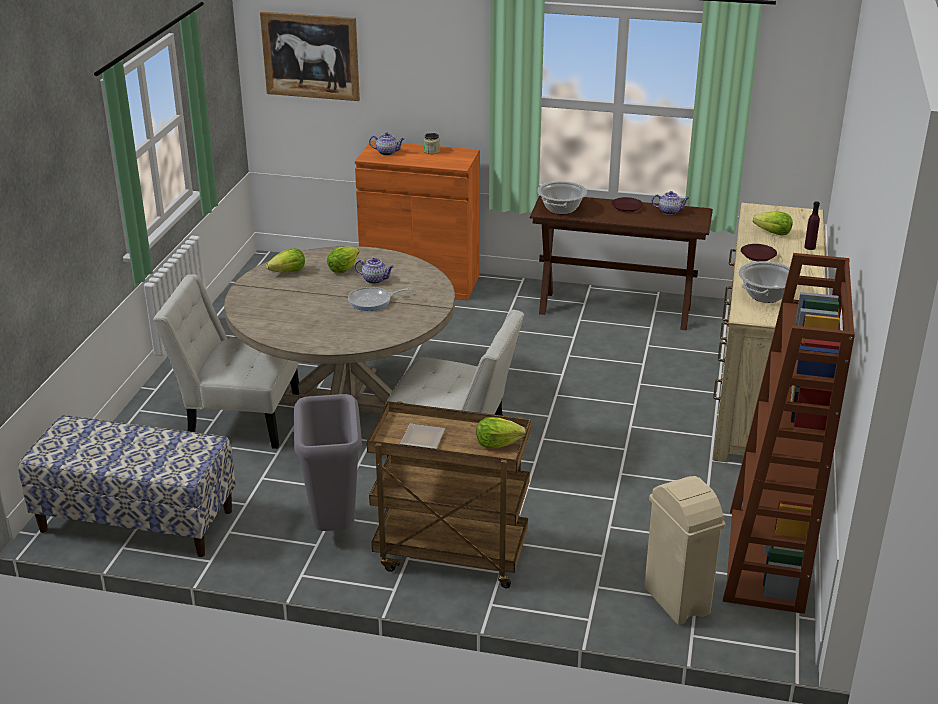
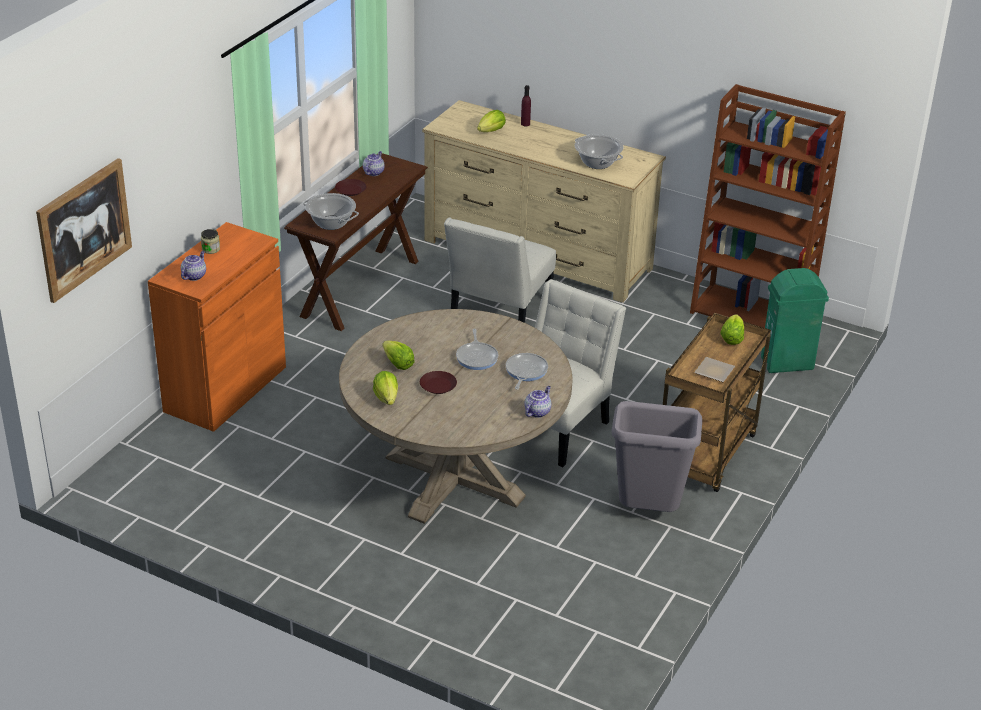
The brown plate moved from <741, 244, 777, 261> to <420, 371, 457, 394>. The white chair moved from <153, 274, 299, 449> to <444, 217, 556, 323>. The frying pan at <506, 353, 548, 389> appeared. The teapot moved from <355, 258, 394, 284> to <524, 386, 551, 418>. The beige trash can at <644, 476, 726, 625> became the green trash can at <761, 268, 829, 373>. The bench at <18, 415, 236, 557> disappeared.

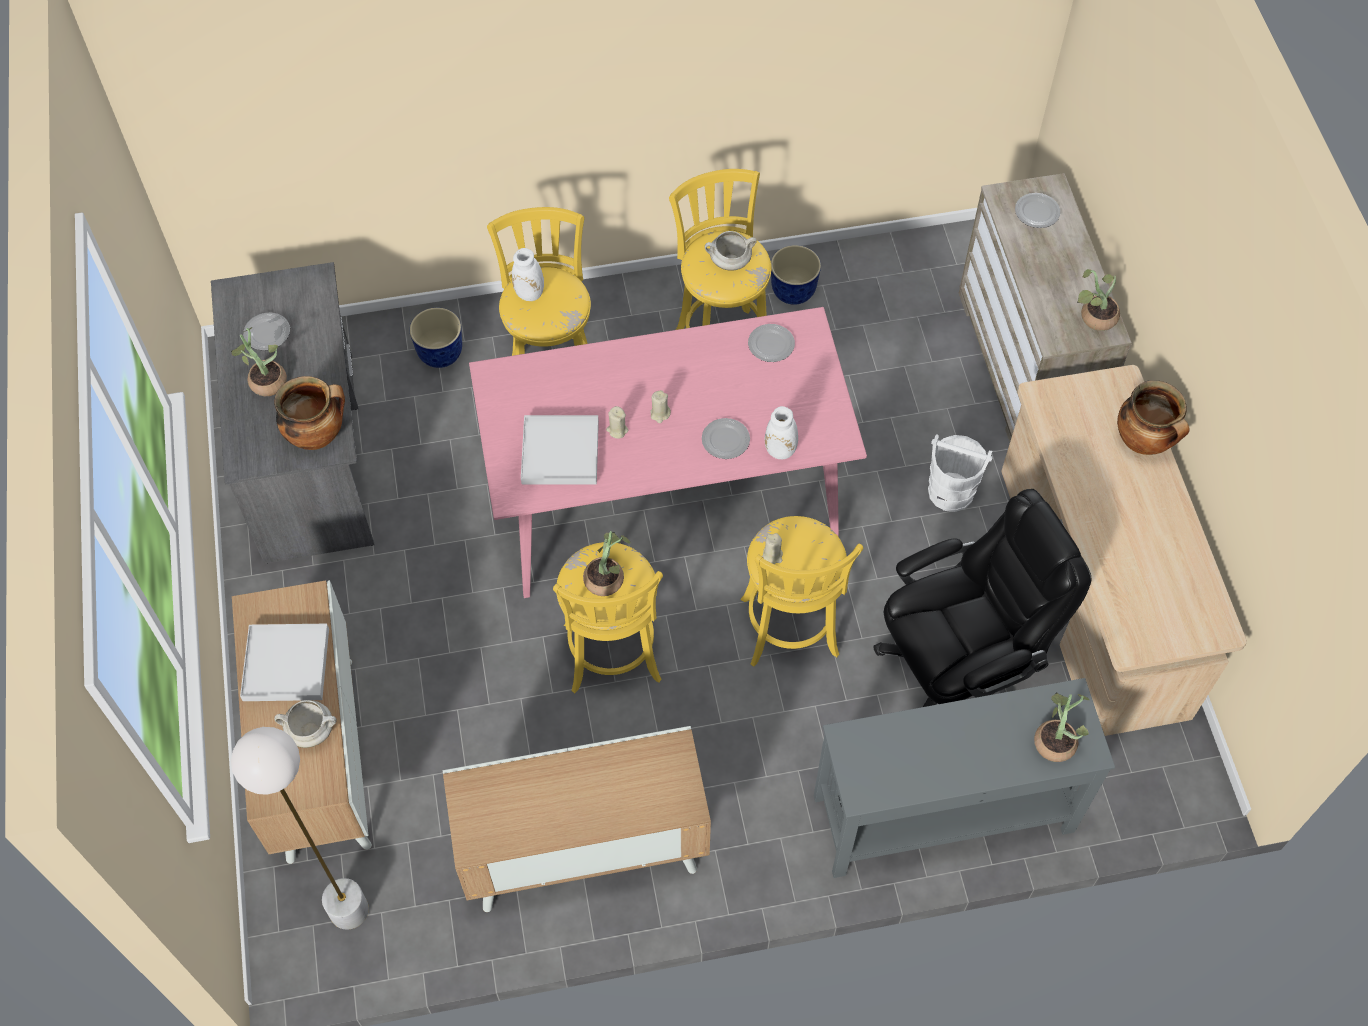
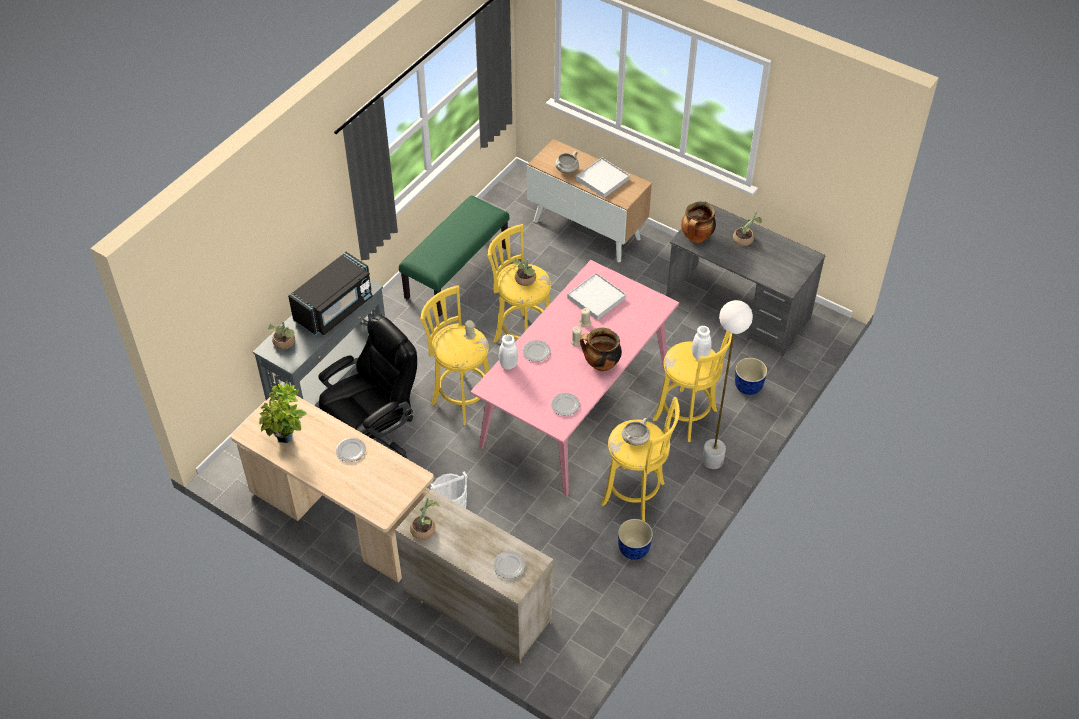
The potted plant at <259, 382, 307, 443> appeared. The black microwave at <288, 252, 373, 335> appeared. The black office chair at <873, 489, 1091, 707> turned 150 degrees counterclockwise. The plate moved from <243, 313, 290, 350> to <336, 438, 366, 462>. The cabinet at <443, 726, 711, 912> was replaced by the green bench at <399, 195, 509, 316>. The cooking pot moved from <1117, 380, 1190, 455> to <580, 328, 622, 371>. The white floor lamp moved from <231, 727, 369, 929> to <702, 300, 753, 469>.

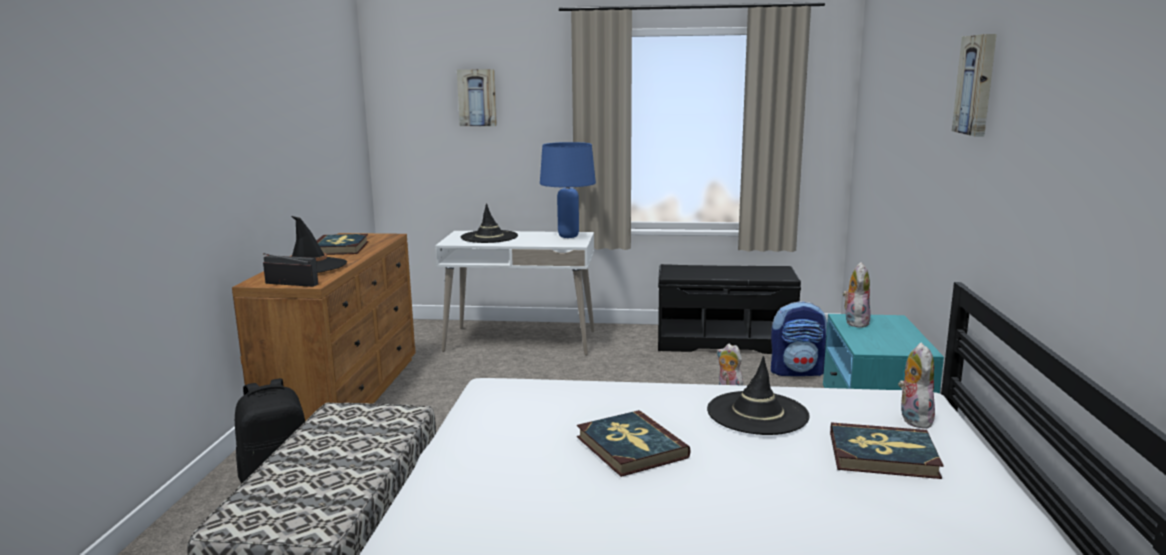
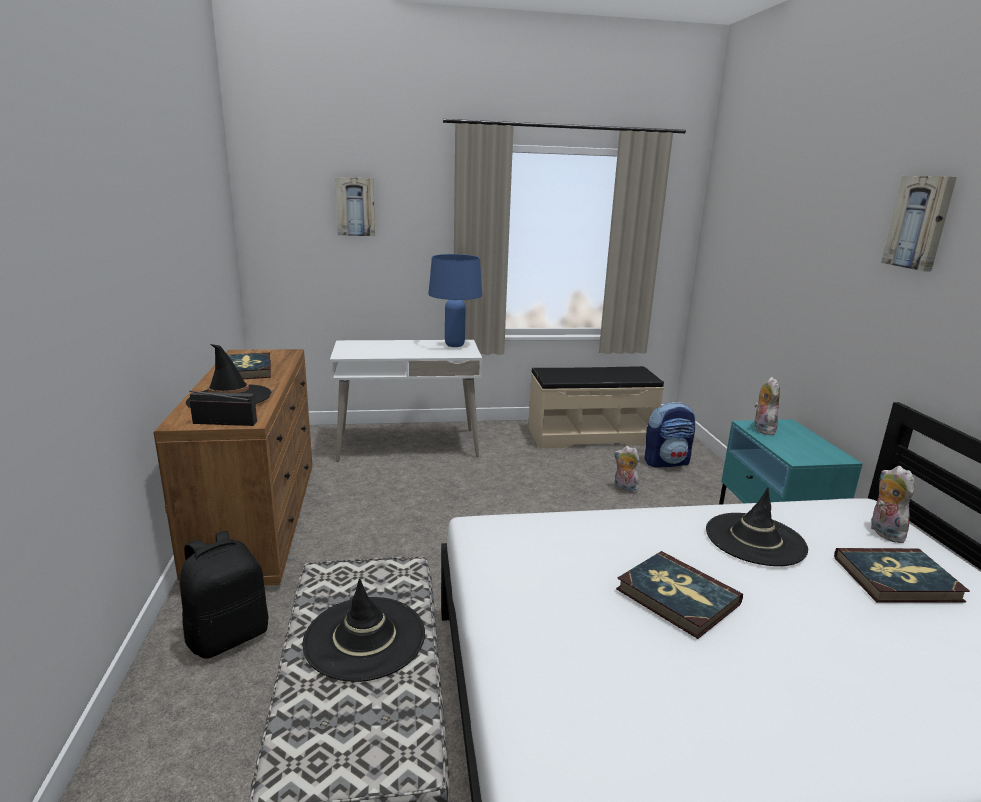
The black hat moved from <461, 203, 518, 243> to <302, 579, 425, 682>. The black bench at <658, 264, 801, 354> became the beige bench at <528, 366, 664, 449>.

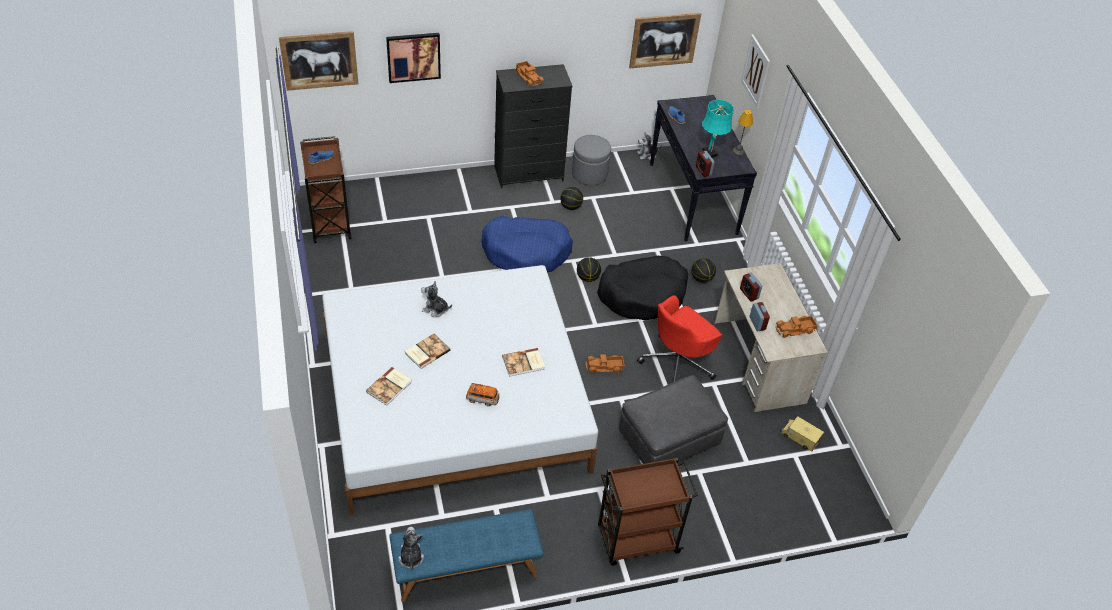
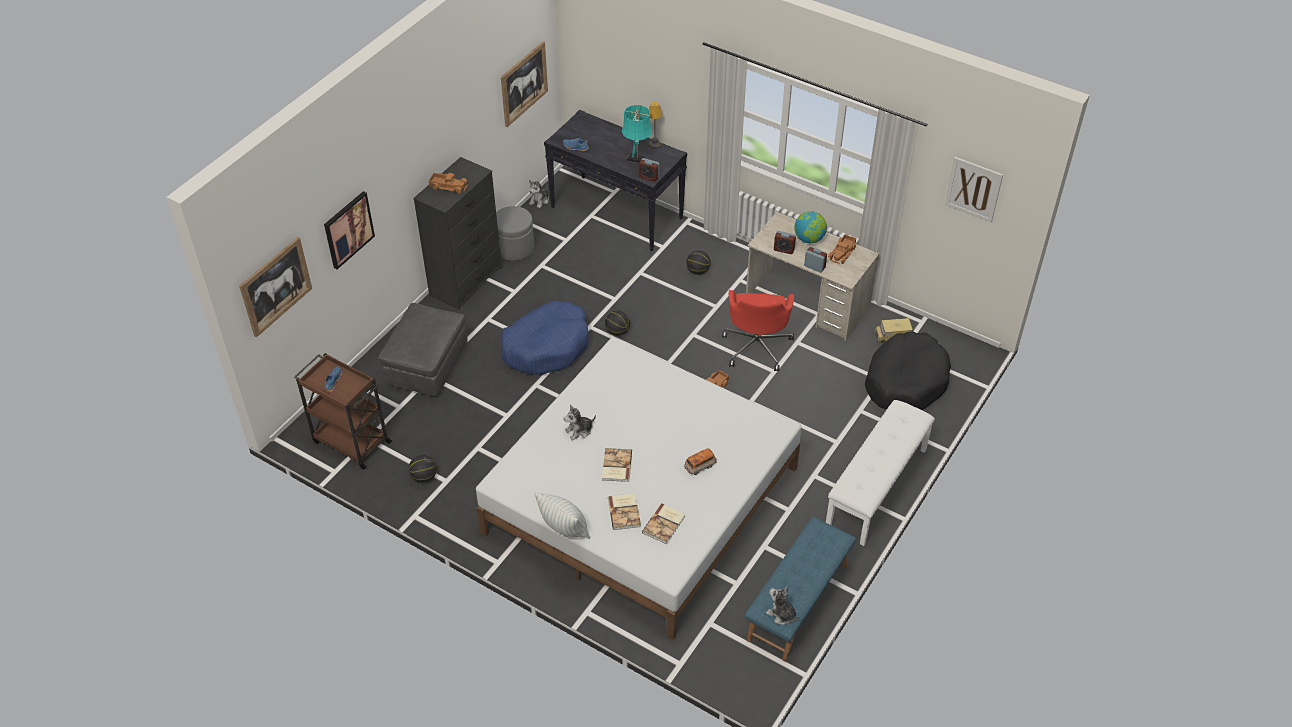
The grey ottoman moved from <619, 375, 728, 464> to <378, 303, 468, 396>. The basketball moved from <560, 187, 583, 210> to <409, 455, 437, 483>. The pillow at <535, 492, 590, 539> appeared. The book moved from <502, 348, 545, 377> to <642, 503, 685, 544>. The globe at <794, 211, 827, 243> appeared. The brown cart at <598, 458, 698, 566> was replaced by the white bench at <826, 400, 935, 546>. The black dog bed moved from <597, 256, 688, 320> to <865, 331, 951, 410>. The picture moved from <741, 35, 770, 108> to <945, 157, 1003, 223>.

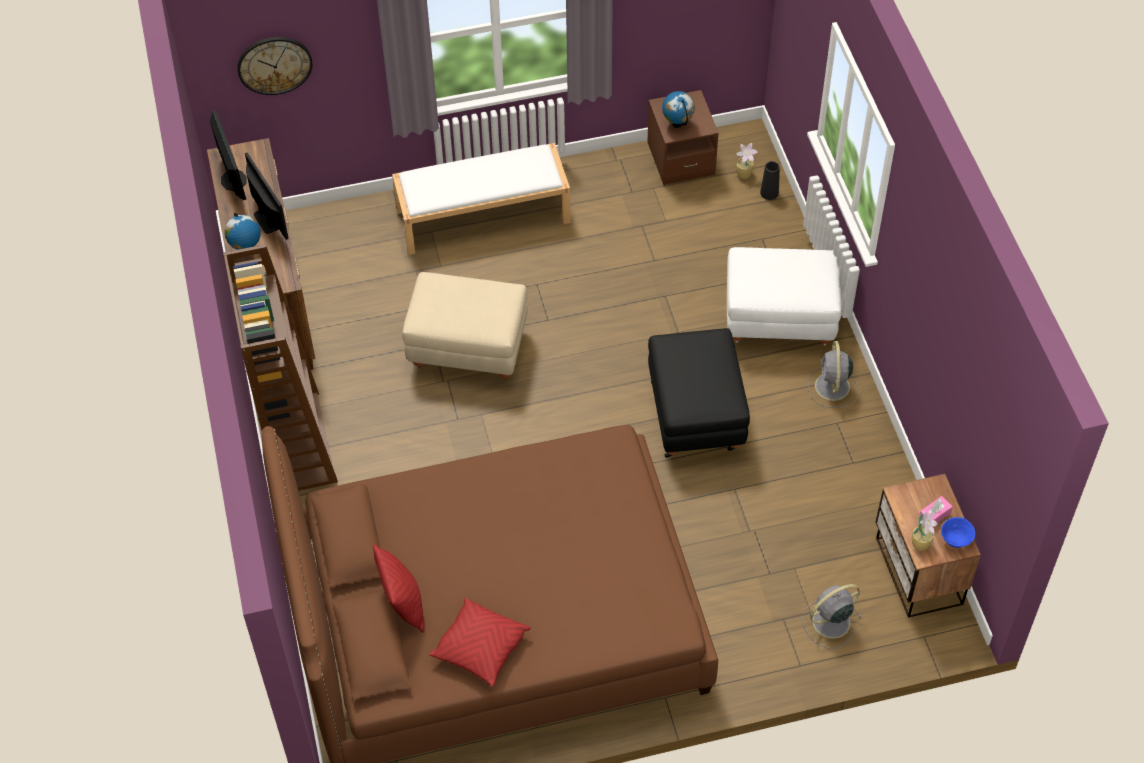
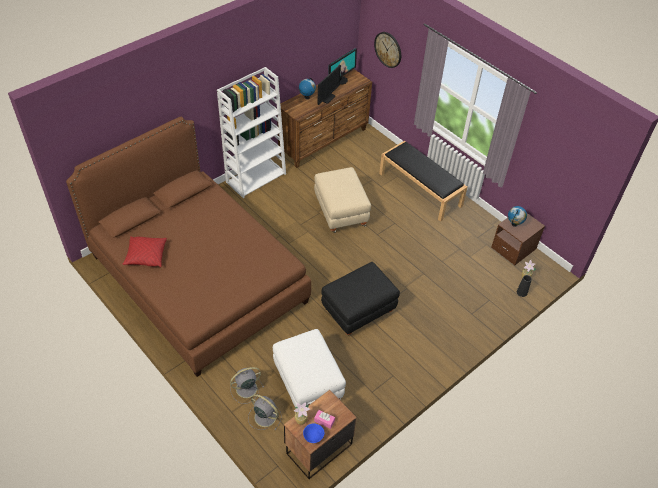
The brown bookcase at <223, 244, 338, 491> became the white bookcase at <217, 67, 286, 198>. The grey fan moved from <808, 341, 859, 408> to <230, 367, 264, 404>. The white ottoman moved from <727, 247, 842, 345> to <273, 329, 346, 407>. The white bench at <392, 143, 571, 255> became the black bench at <379, 141, 467, 222>. The red pillow at <373, 543, 424, 633> disappeared.

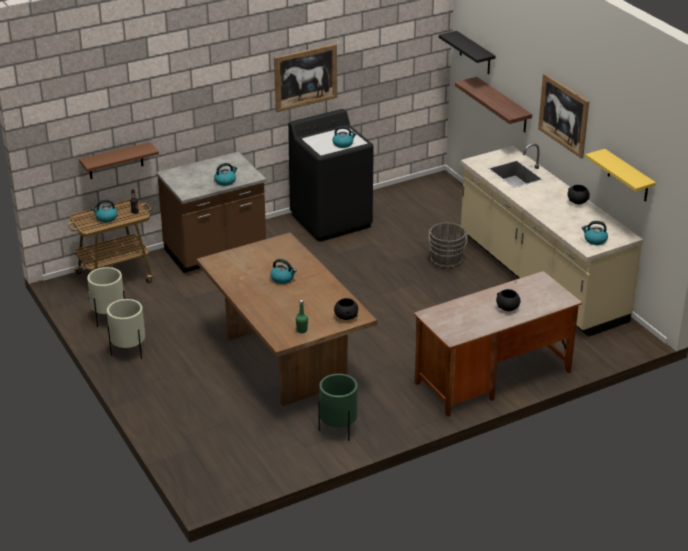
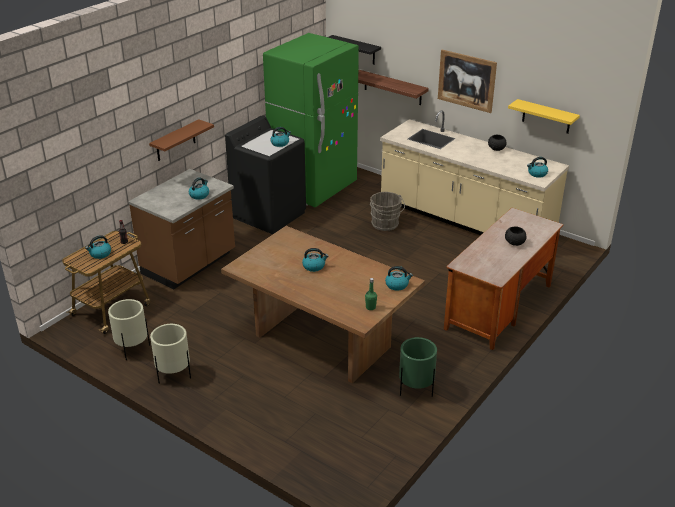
The brown shelf moved from <79, 142, 159, 179> to <149, 119, 214, 161>. The green fridge at <263, 33, 359, 207> appeared. The black bowl at <334, 298, 358, 320> was replaced by the kettle at <385, 266, 413, 291>. The picture at <274, 44, 337, 112> disappeared.

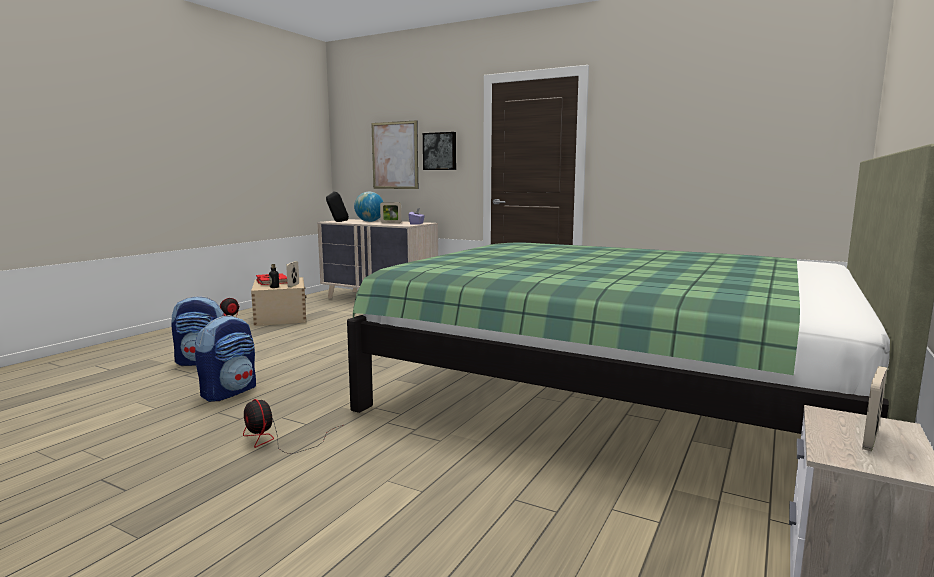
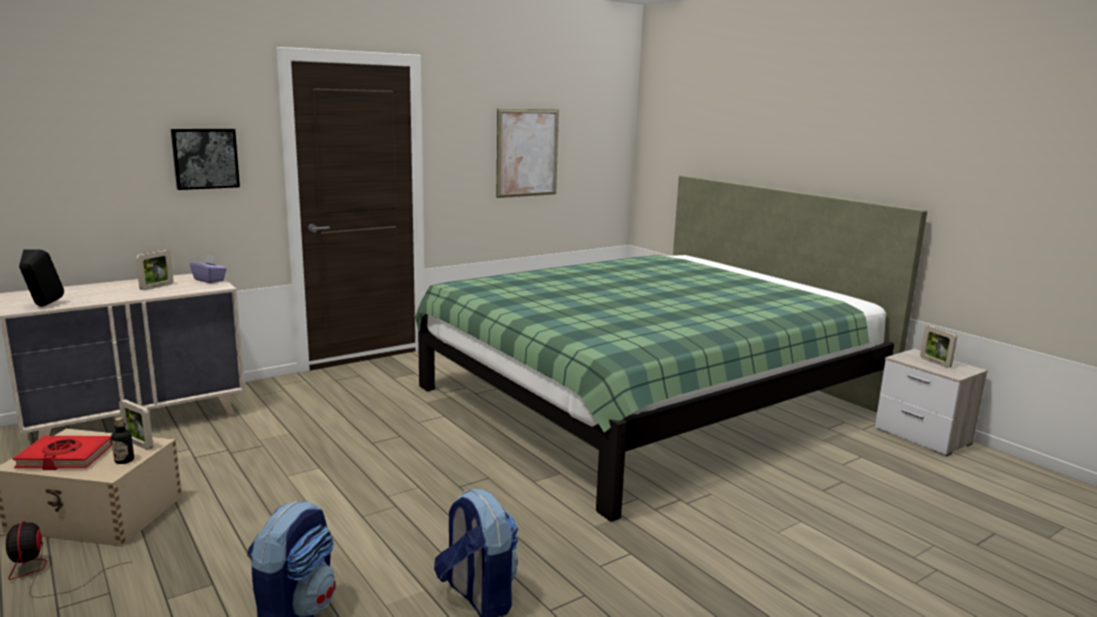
The picture moved from <371, 120, 418, 189> to <496, 109, 559, 198>. The fan at <243, 399, 343, 454> disappeared. The globe at <354, 192, 383, 222> disappeared.

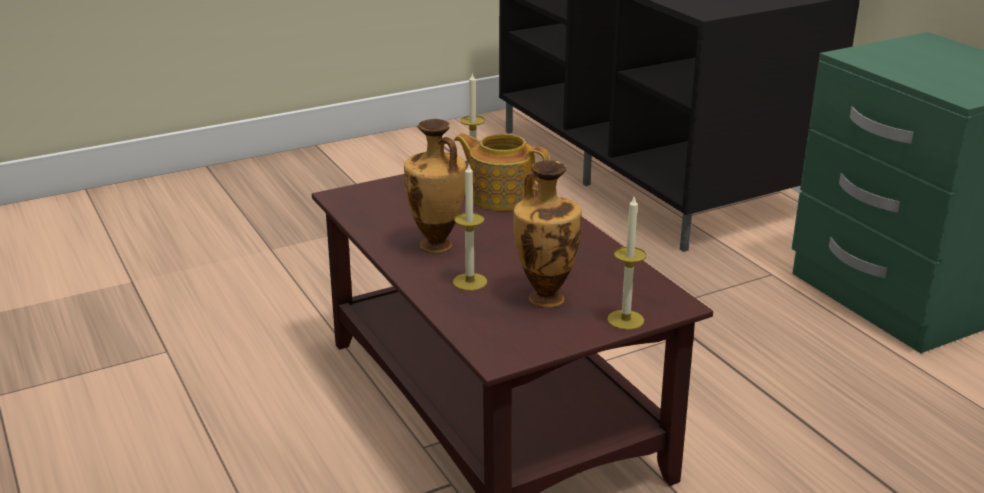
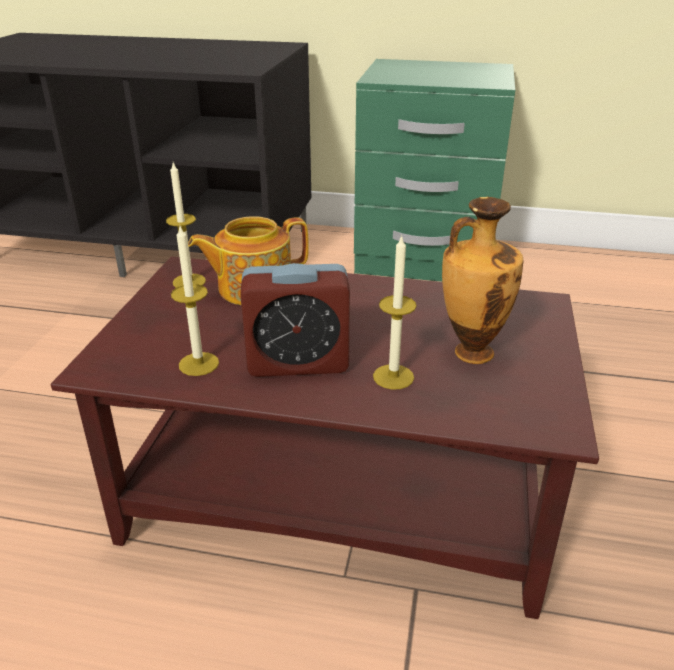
The candle moved from <607, 197, 646, 330> to <171, 226, 219, 376>. The vase at <404, 119, 466, 253> was replaced by the alarm clock at <240, 263, 350, 377>.

